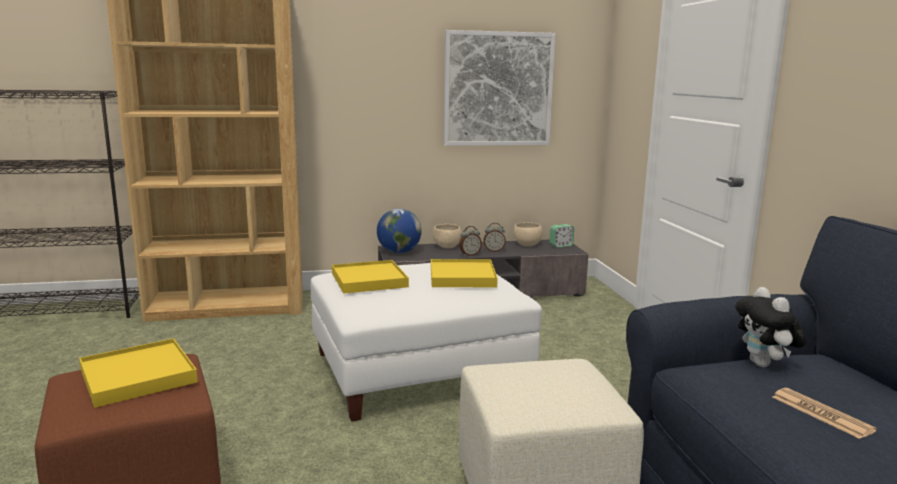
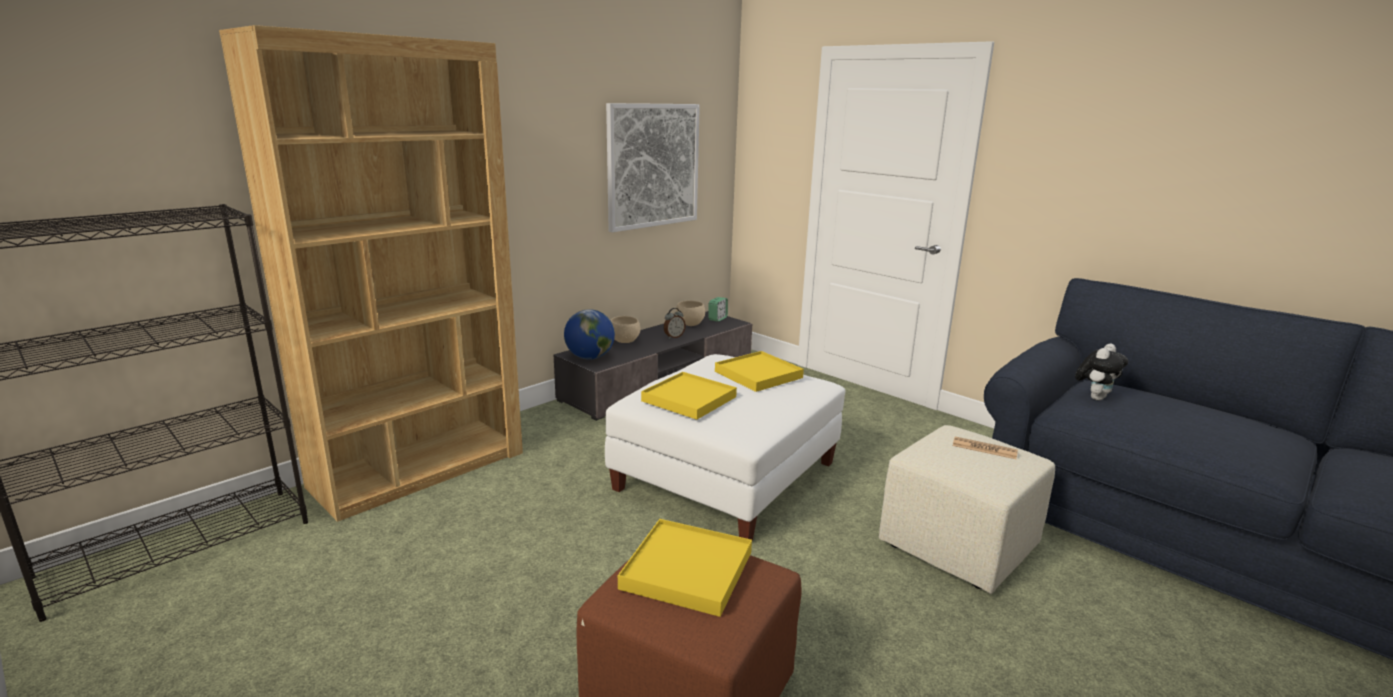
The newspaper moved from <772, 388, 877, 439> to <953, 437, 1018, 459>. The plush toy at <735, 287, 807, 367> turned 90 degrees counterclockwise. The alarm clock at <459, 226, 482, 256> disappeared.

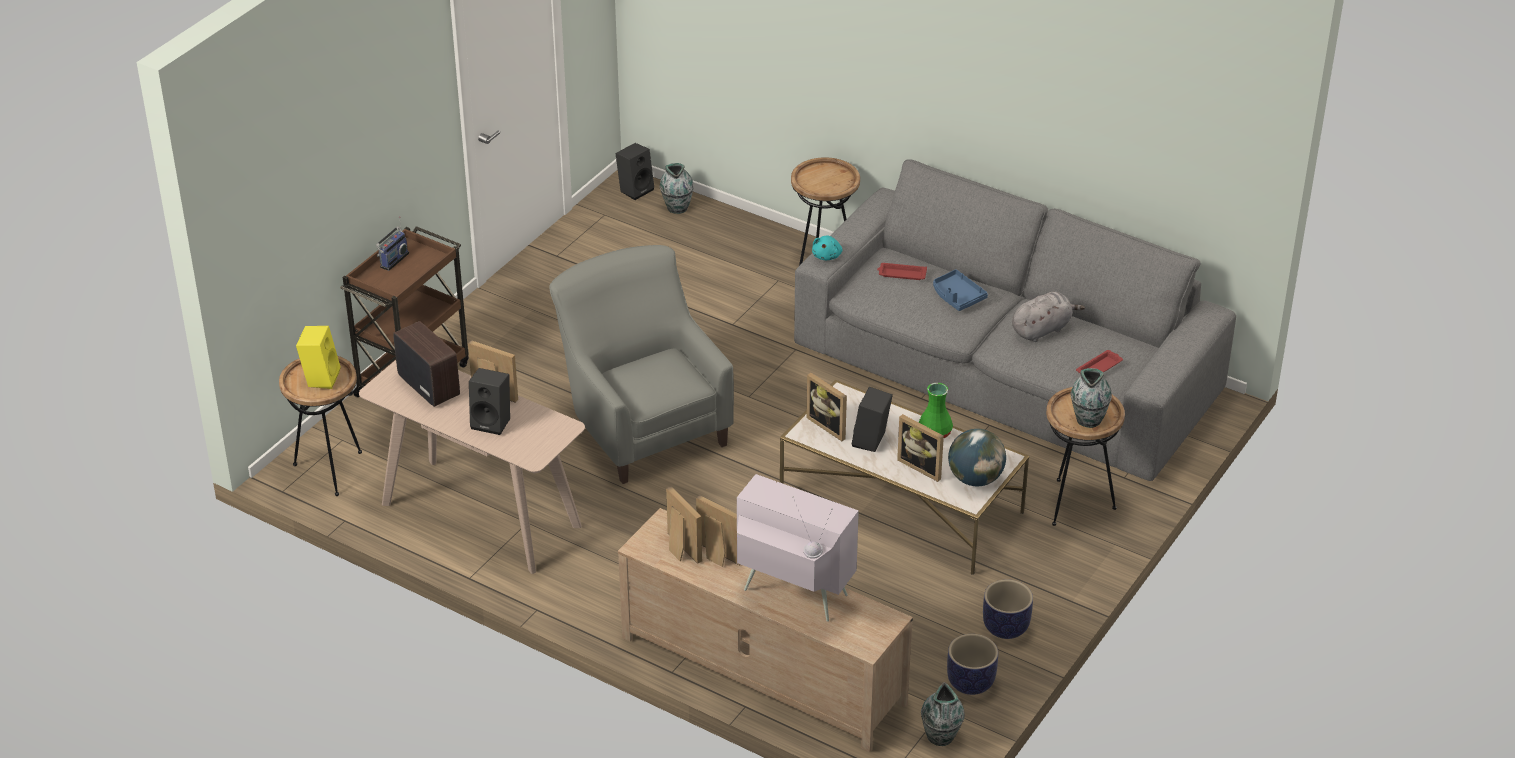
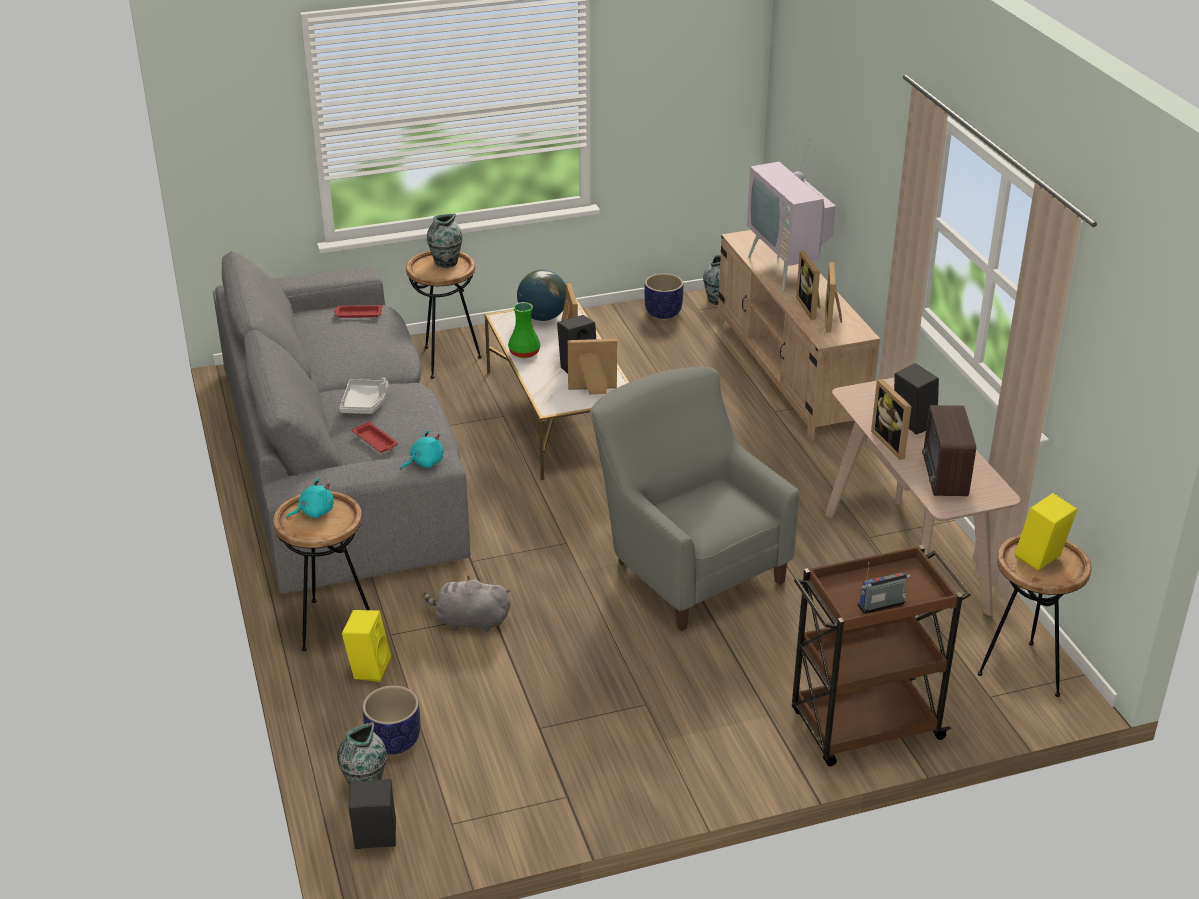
The turquoise plush toy at <286, 478, 334, 519> appeared. The blue tray at <933, 269, 988, 311> became the grey tray at <339, 378, 389, 414>. The yellow speaker at <342, 610, 391, 682> appeared. The planter moved from <983, 580, 1033, 639> to <362, 685, 420, 754>. The grey plush toy moved from <1012, 291, 1085, 342> to <424, 576, 510, 632>. The picture frame at <807, 373, 847, 441> turned 90 degrees counterclockwise. The grey armchair at <549, 245, 734, 484> turned 135 degrees clockwise.

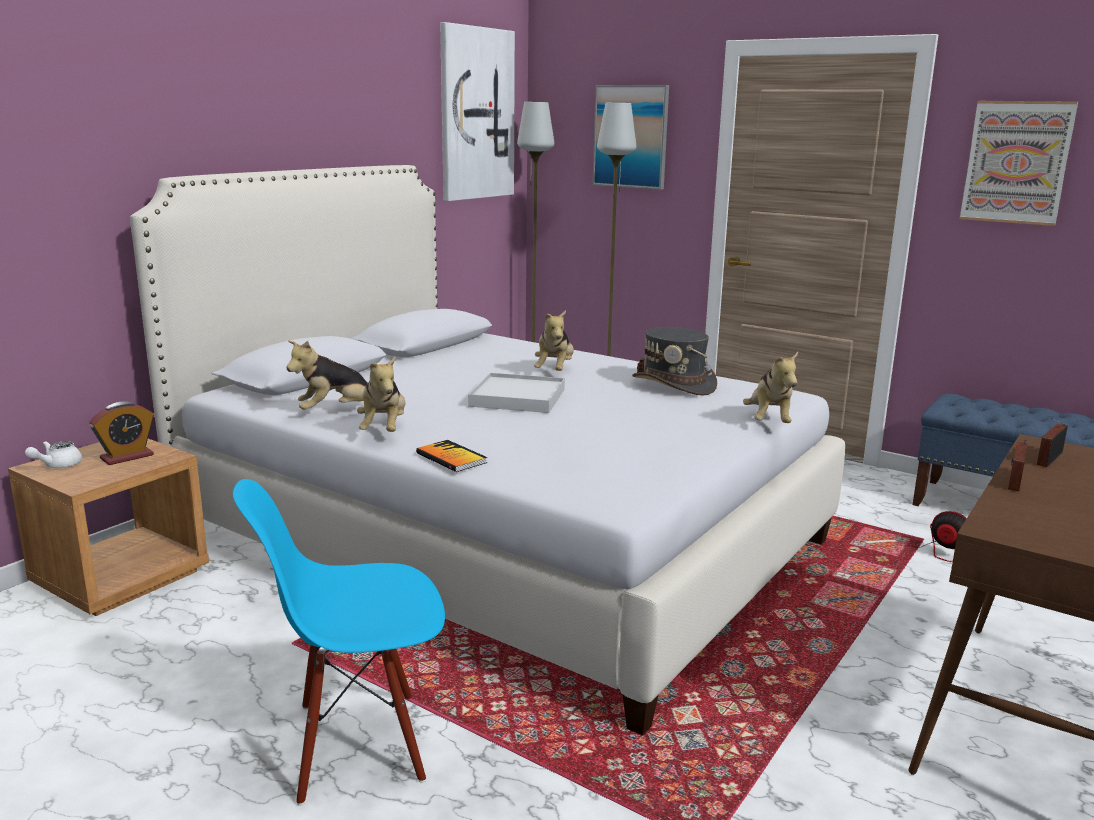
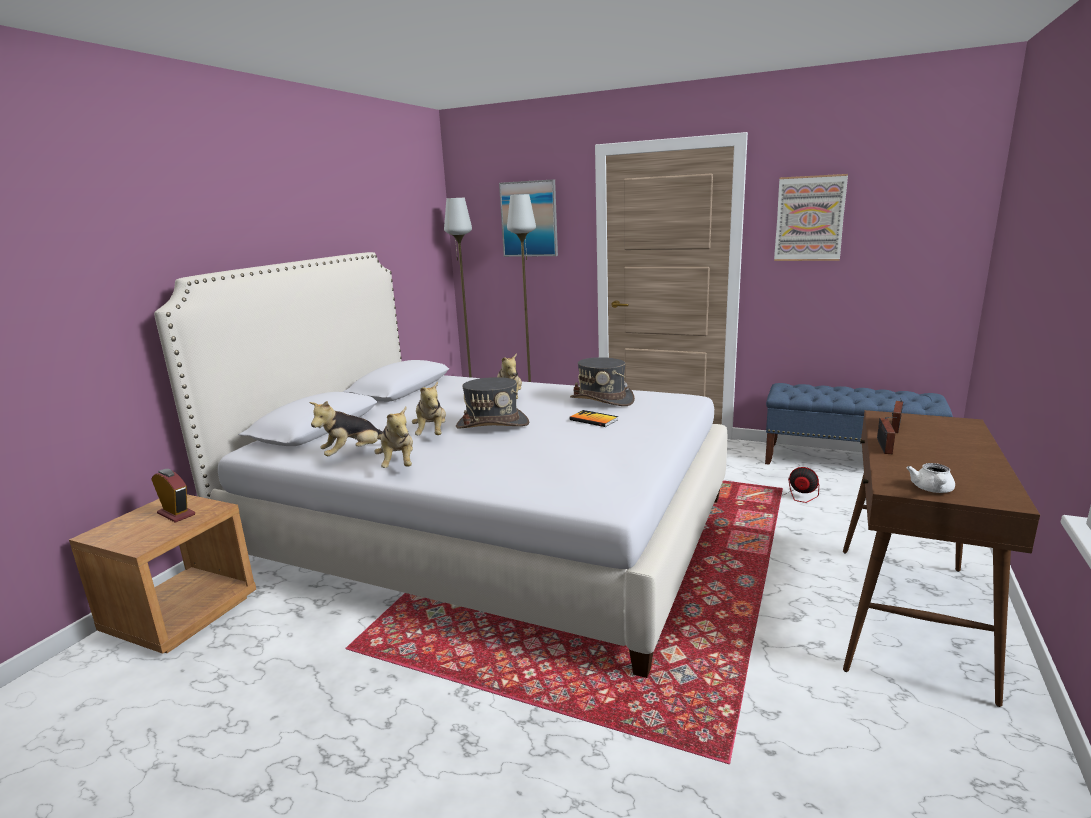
The alarm clock at <89, 402, 154, 465> turned 90 degrees counterclockwise. The plush toy moved from <743, 352, 798, 423> to <412, 382, 446, 435>. The white tray at <468, 373, 565, 413> was replaced by the grey hat at <456, 377, 529, 428>. The book moved from <416, 440, 487, 472> to <569, 410, 618, 427>. The white teapot moved from <25, 441, 82, 468> to <907, 463, 955, 493>. The blue chair at <233, 479, 445, 805> disappeared. The picture at <440, 22, 515, 201> disappeared.

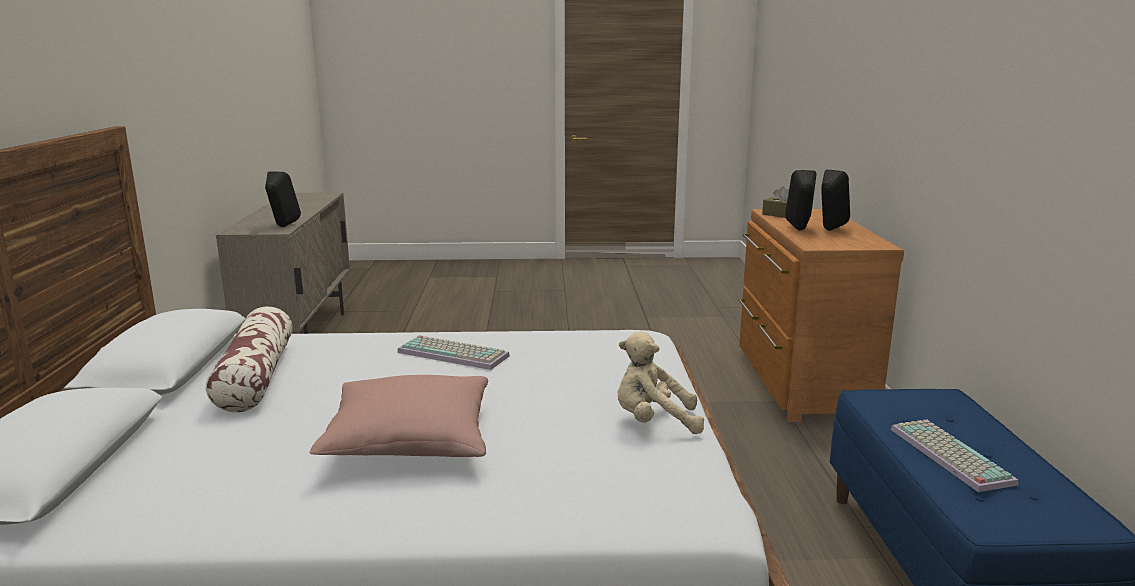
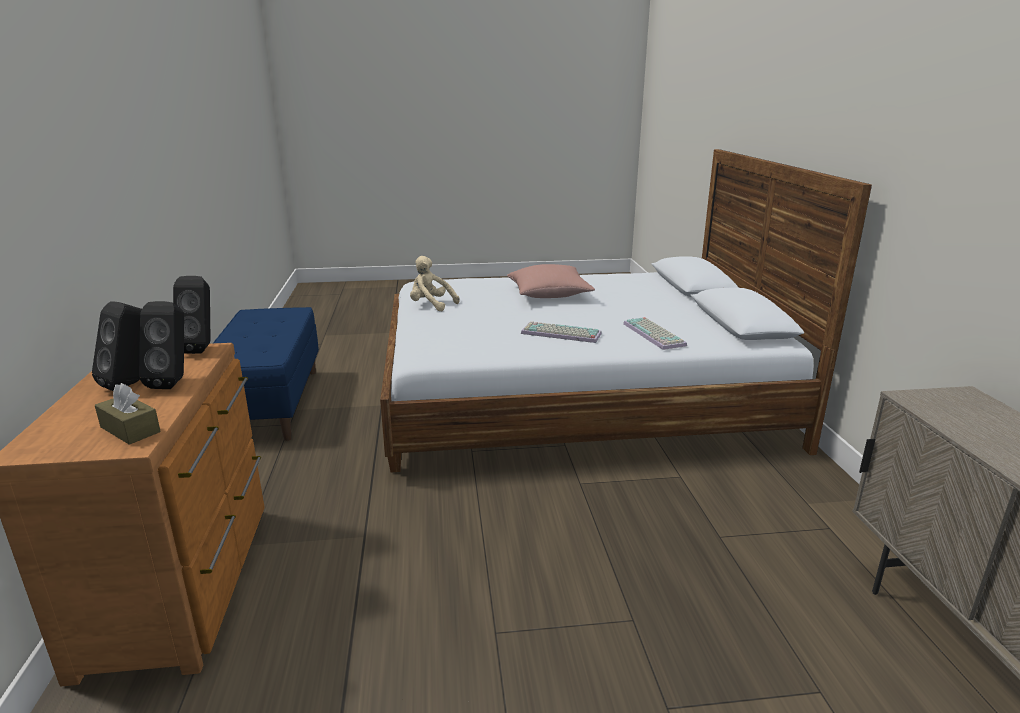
The black speaker moved from <265, 172, 301, 227> to <173, 276, 211, 354>. The beige plush toy at <617, 331, 704, 434> turned 150 degrees counterclockwise. The keyboard moved from <891, 419, 1019, 492> to <623, 317, 687, 350>. The pillow at <206, 306, 293, 412> disappeared.

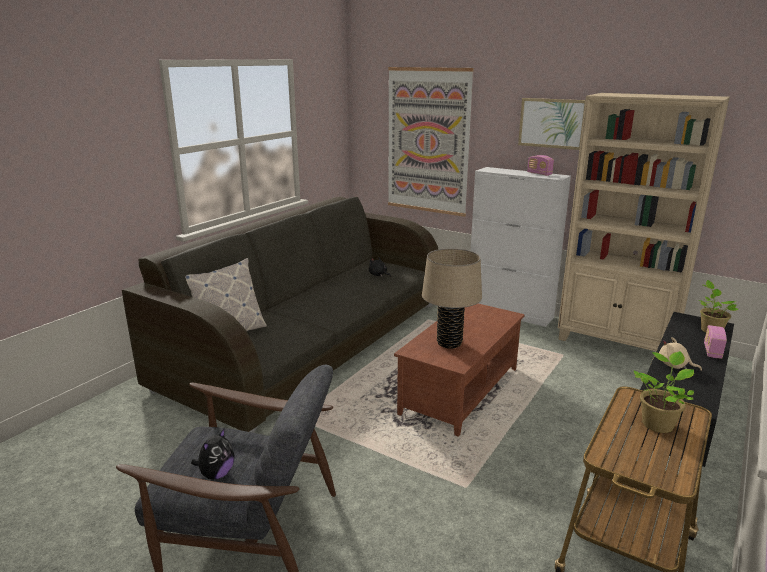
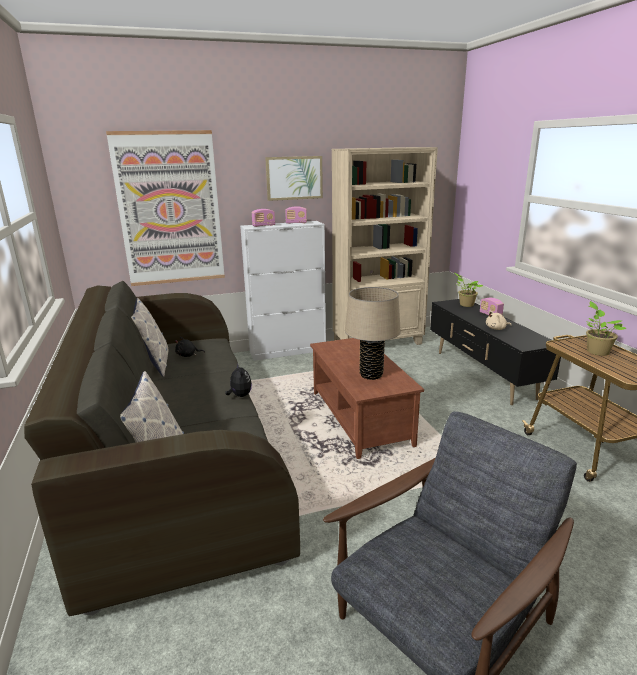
The pillow at <131, 298, 168, 377> appeared. The plush toy moved from <191, 429, 235, 480> to <225, 363, 252, 397>. The radio at <252, 209, 275, 227> appeared.

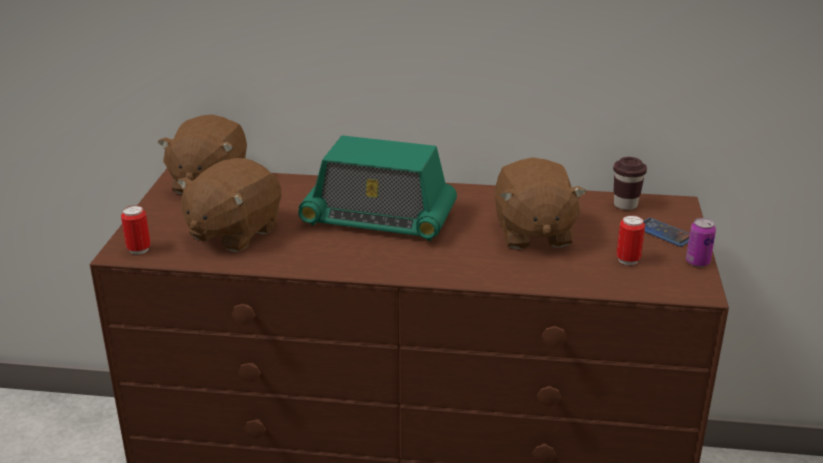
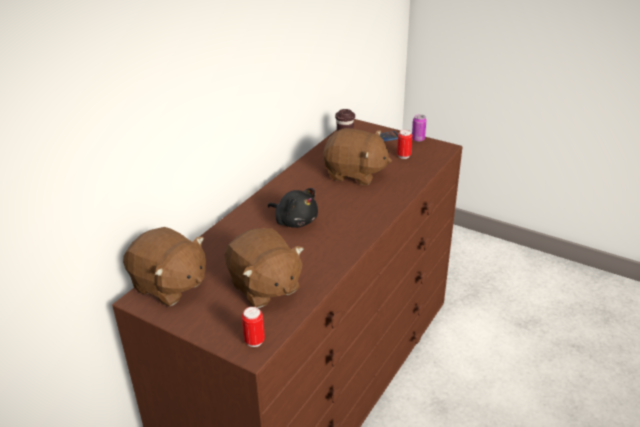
The radio at <298, 135, 457, 241> was replaced by the black plush toy at <268, 188, 318, 228>.

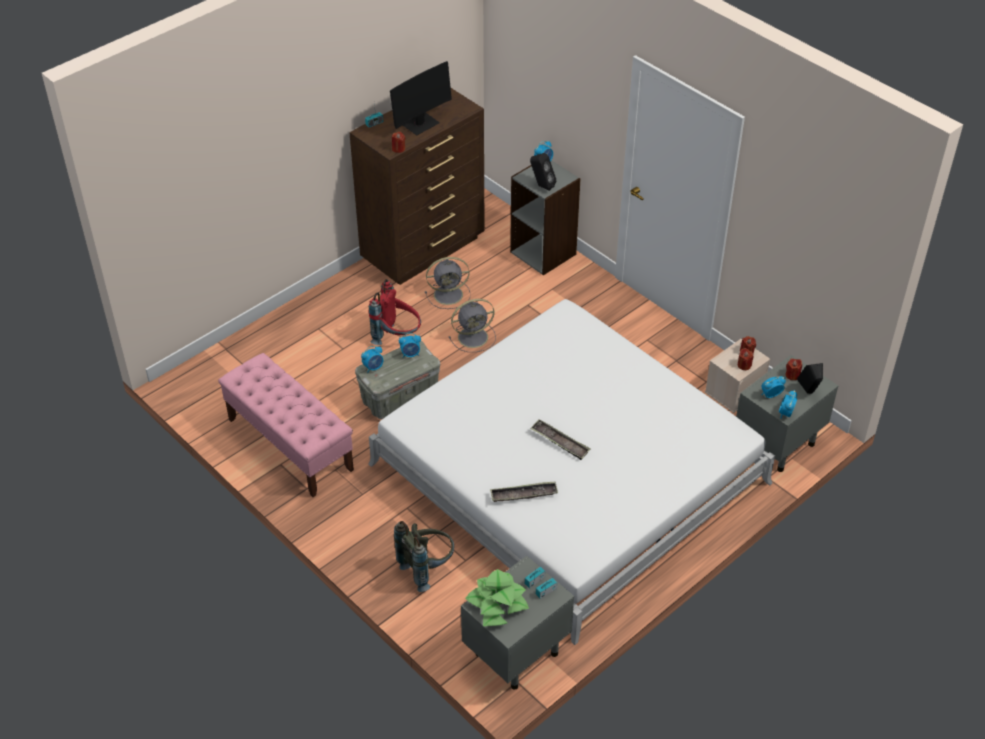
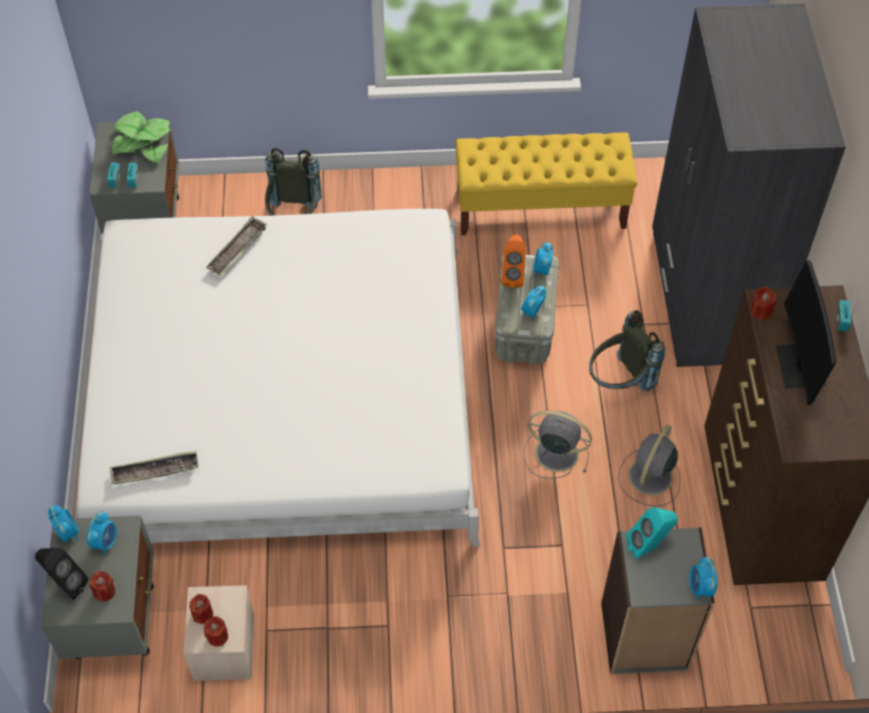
The tray moved from <530, 419, 591, 460> to <110, 451, 199, 484>. The pink bench at <218, 353, 354, 497> became the yellow bench at <455, 132, 637, 235>. The orange speaker at <501, 235, 526, 288> appeared. The grey fan at <448, 299, 496, 352> turned 90 degrees clockwise. The red backpack at <368, 279, 421, 345> became the grey backpack at <589, 310, 665, 391>. The black speaker at <530, 153, 557, 191> became the turquoise speaker at <626, 507, 678, 559>. The grey wardrobe at <652, 3, 846, 367> appeared.

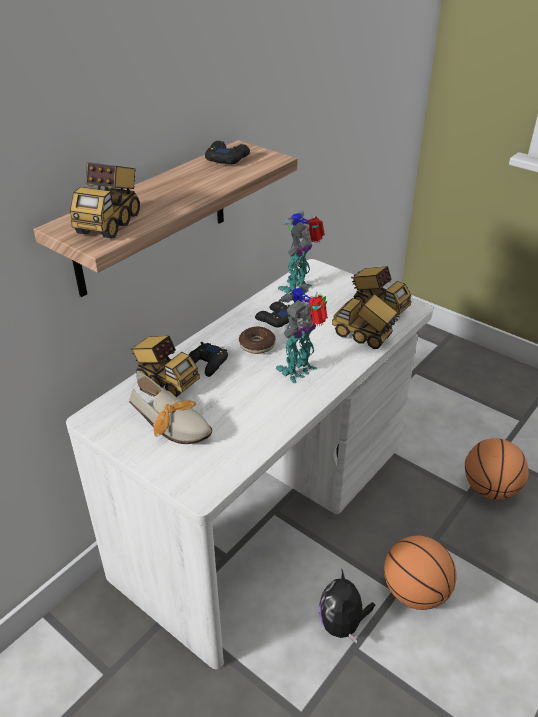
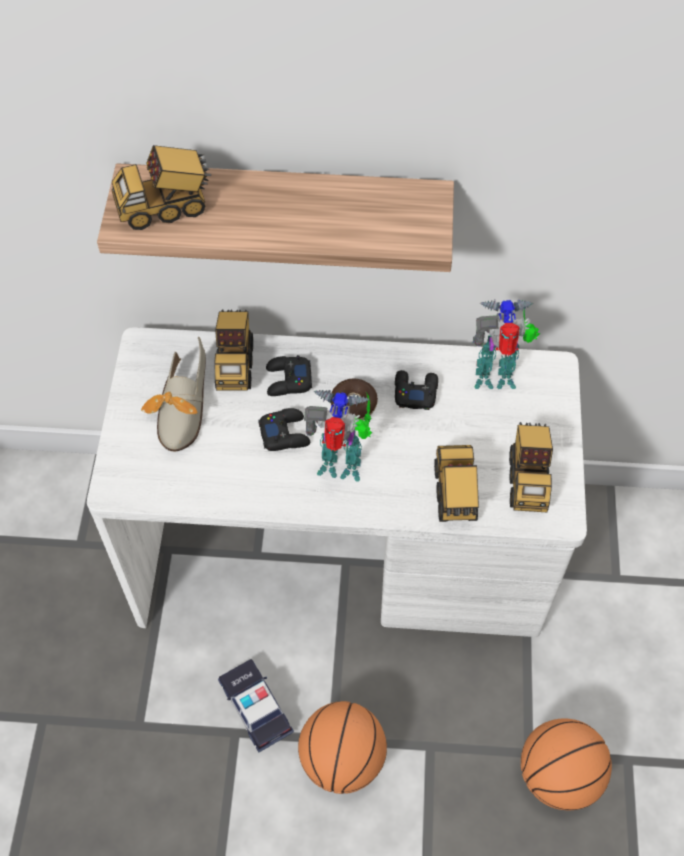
The plush toy at <319, 568, 375, 643> was replaced by the toy car at <218, 659, 294, 752>. The black game controller moved from <205, 141, 250, 164> to <258, 408, 310, 451>.

